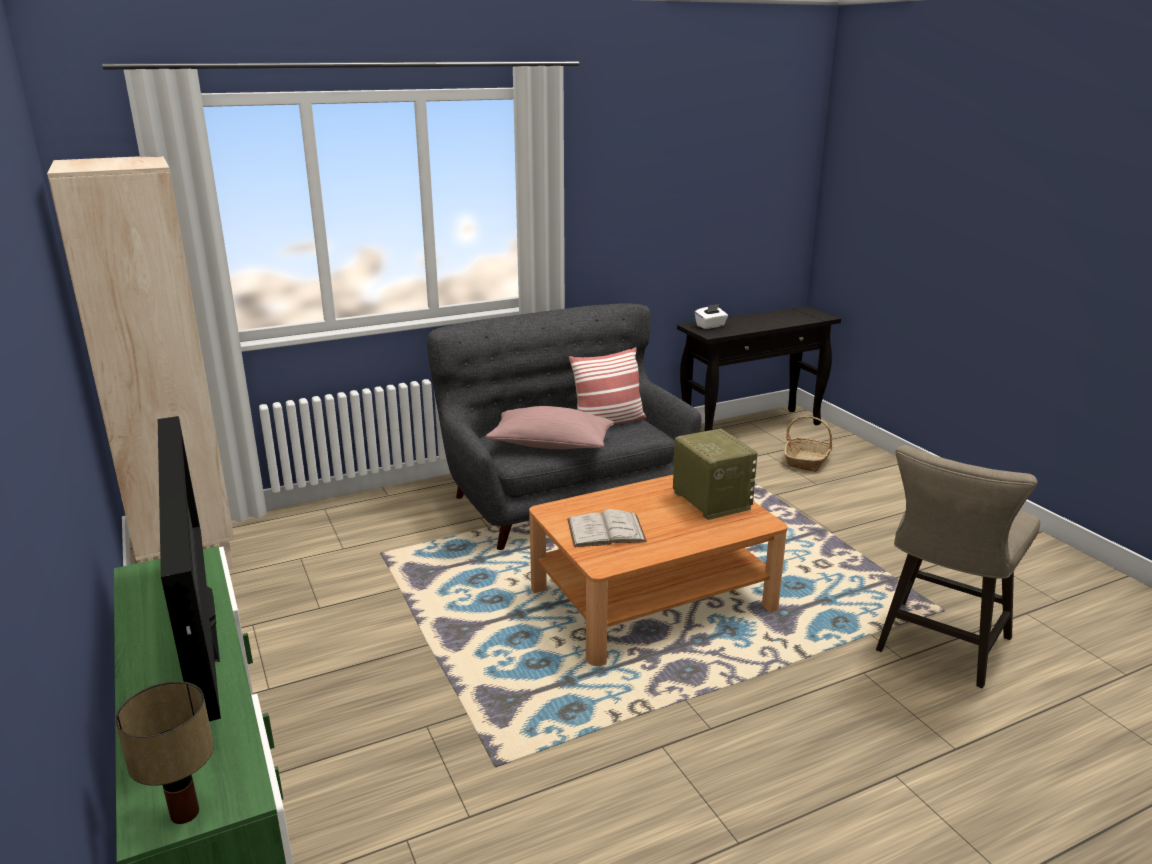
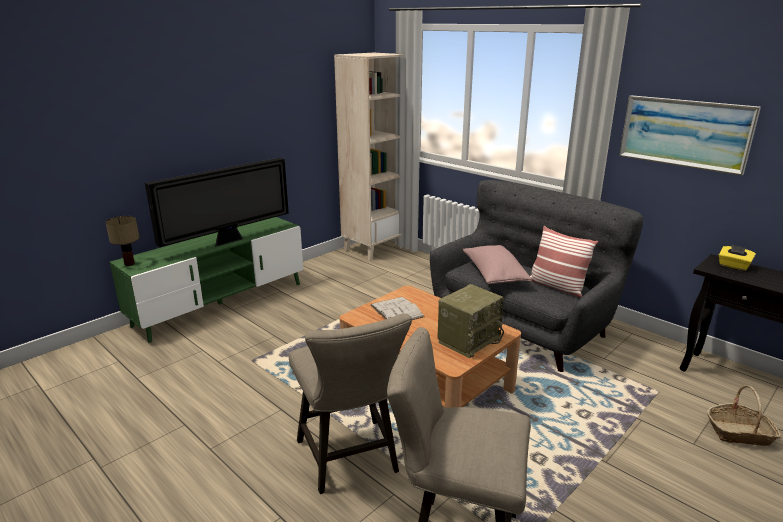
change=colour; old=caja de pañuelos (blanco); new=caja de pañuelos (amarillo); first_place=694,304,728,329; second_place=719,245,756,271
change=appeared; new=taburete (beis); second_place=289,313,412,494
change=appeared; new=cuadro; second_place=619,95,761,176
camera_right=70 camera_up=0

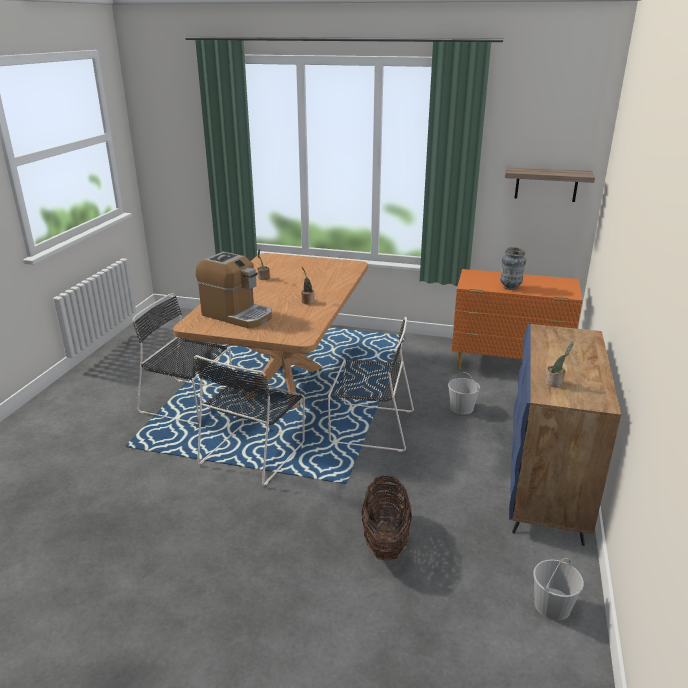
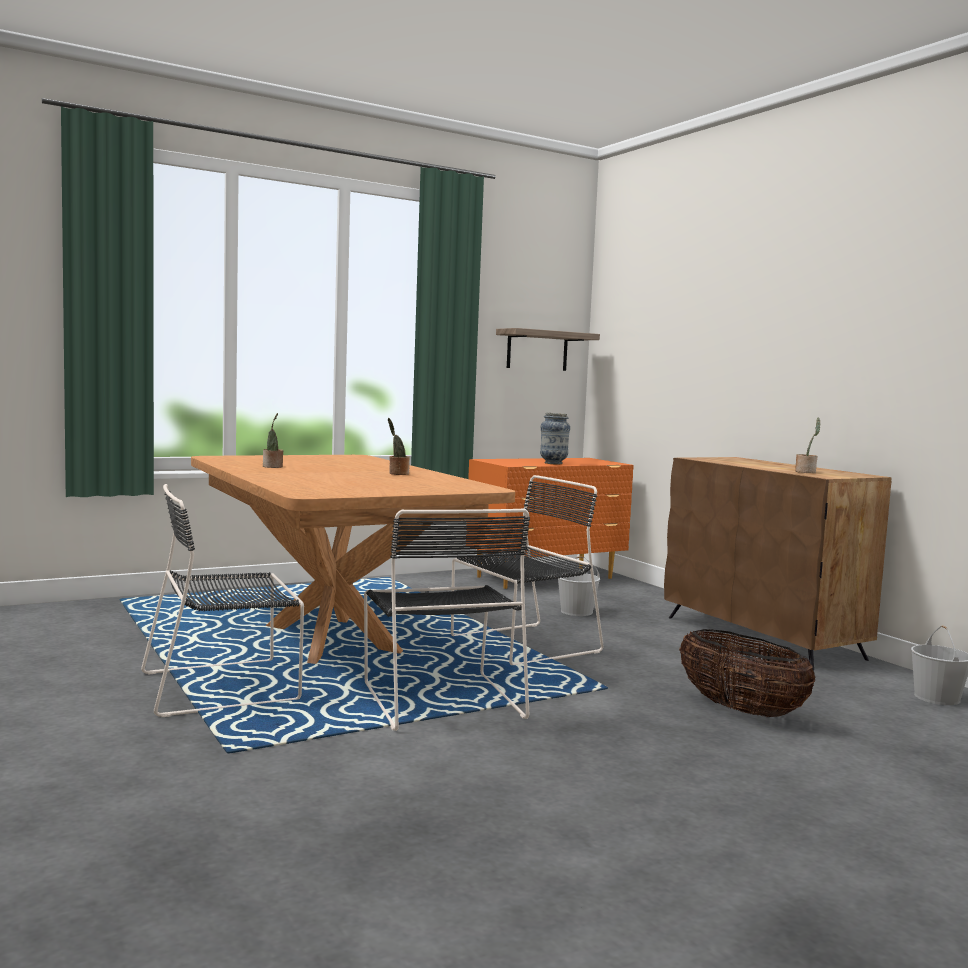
change=missing; old=cafetera; first_place=196,252,272,328
change=colour; old=armario (azul); new=armario (marrón); first_place=509,324,621,546; second_place=664,457,892,671
camera_right=-45 camera_up=-20

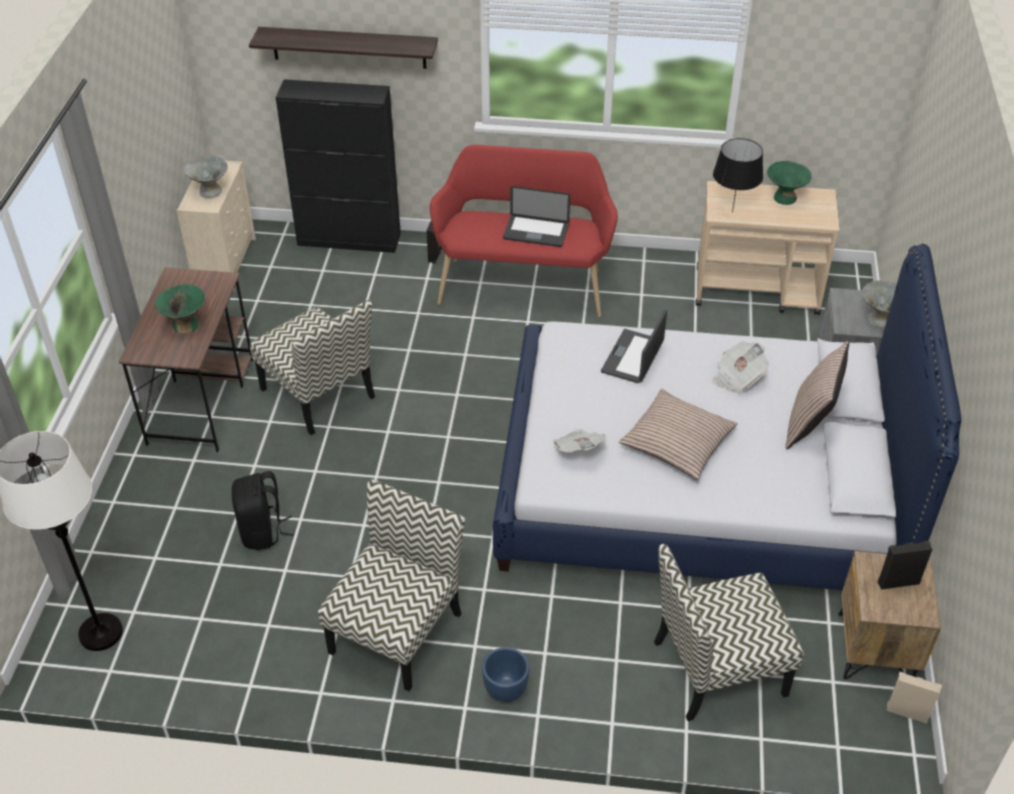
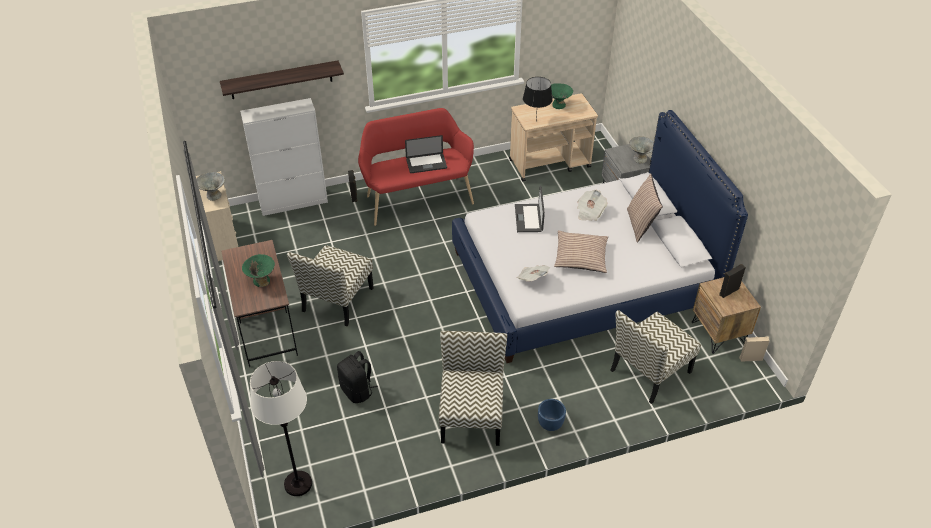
change=spun; old=silla; first_place=250,300,375,435; second_place=287,245,373,326; degrees=90
change=colour; old=armario (negro); new=armario (blanco); first_place=275,79,401,253; second_place=240,98,328,216
camera_right=-25 camera_up=0

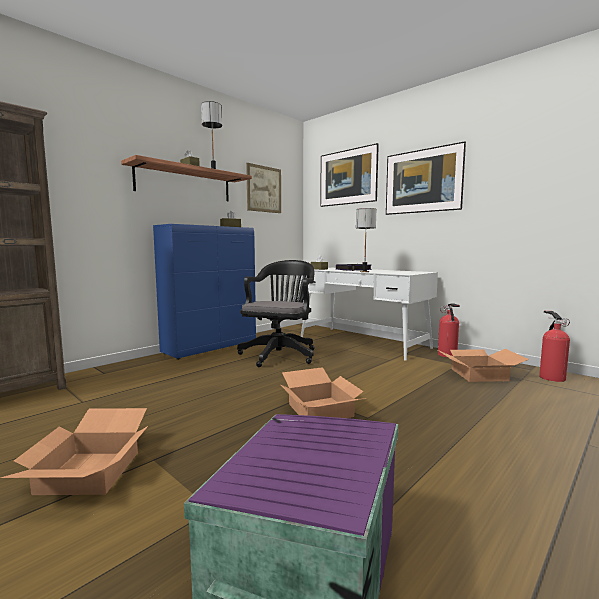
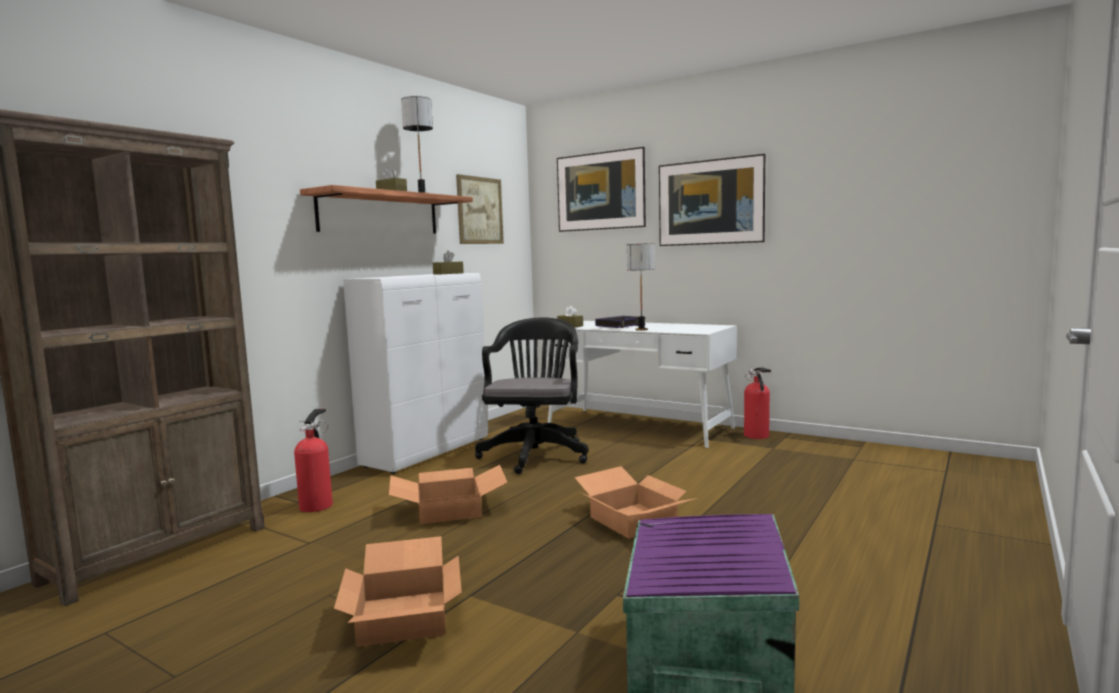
change=colour; old=armario (azul); new=armario (blanco); first_place=153,224,256,360; second_place=343,273,488,474
change=relocated; old=caja de cartón; first_place=436,349,529,382; second_place=389,465,508,524
change=relocated; old=extintor; first_place=539,311,570,382; second_place=294,409,333,512
camera_right=-10 camera_up=0

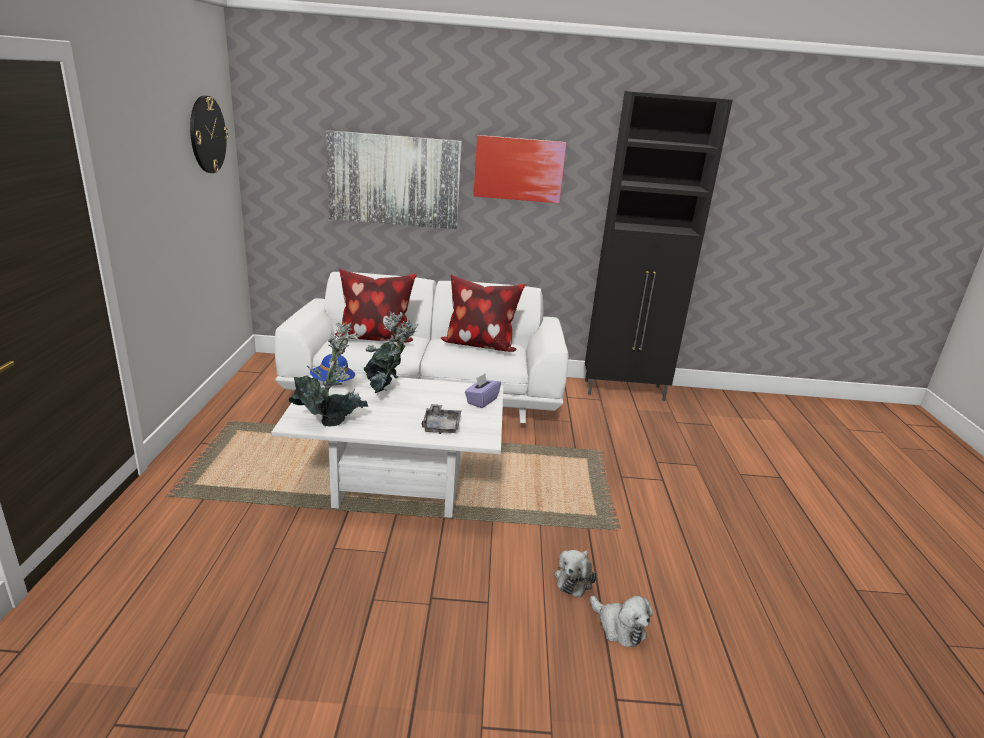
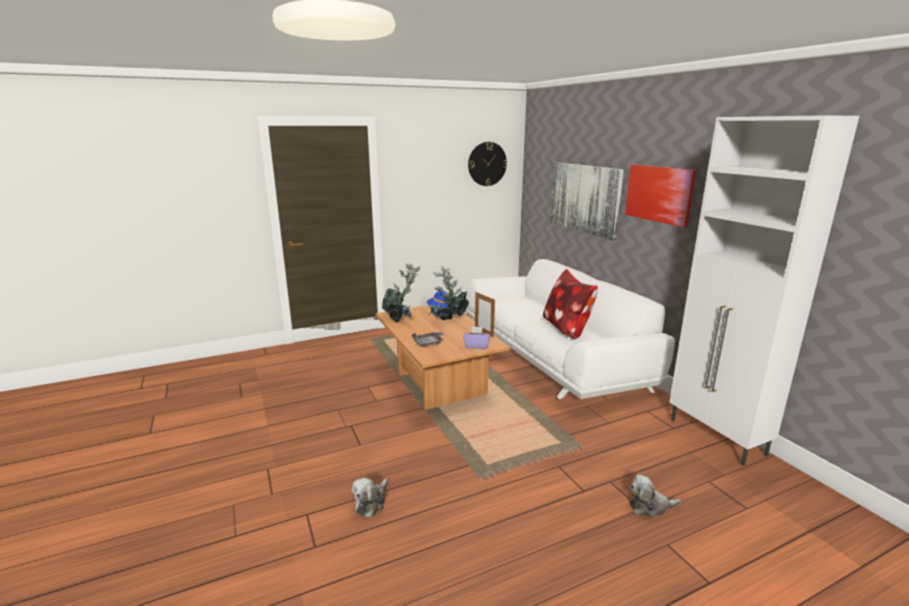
change=colour; old=mesa de centro (blanco); new=mesa de centro (marrón); first_place=272,374,503,518; second_place=376,305,510,410
change=missing; old=cojín; first_place=335,269,417,342
change=relocated; old=peluche; first_place=554,550,597,598; second_place=629,475,681,518
change=colour; old=armario (negro); new=armario (blanco); first_place=585,91,733,401; second_place=669,115,859,466
change=appeared; new=portarretratos; second_place=475,292,495,338
camera_right=65 camera_up=-5

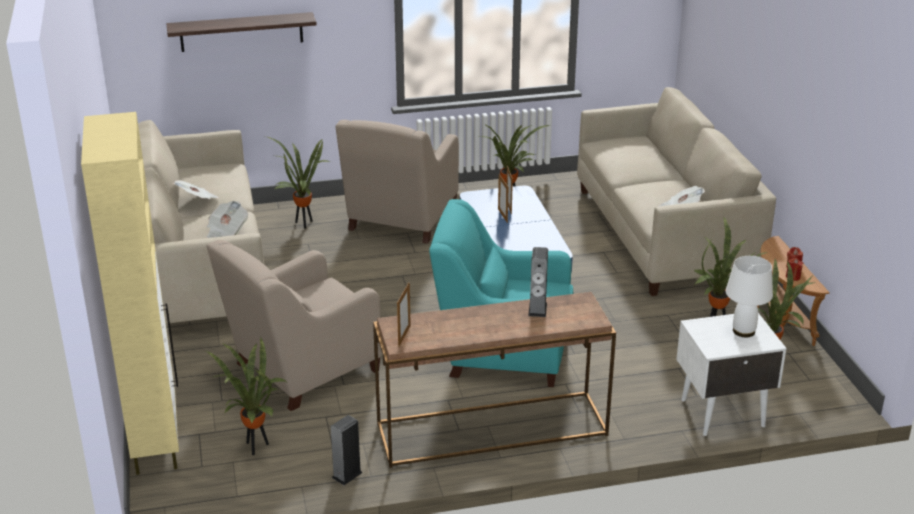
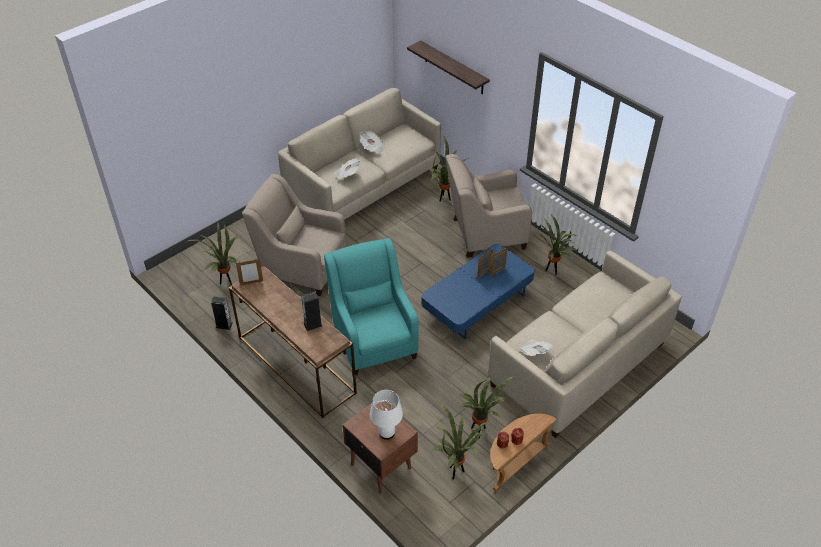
change=missing; old=armario (beis); first_place=81,112,179,475
change=colour; old=mesita de noche (blanco); new=mesita de noche (marrón); first_place=676,313,787,436; second_place=343,402,418,493
camera_right=60 camera_up=15

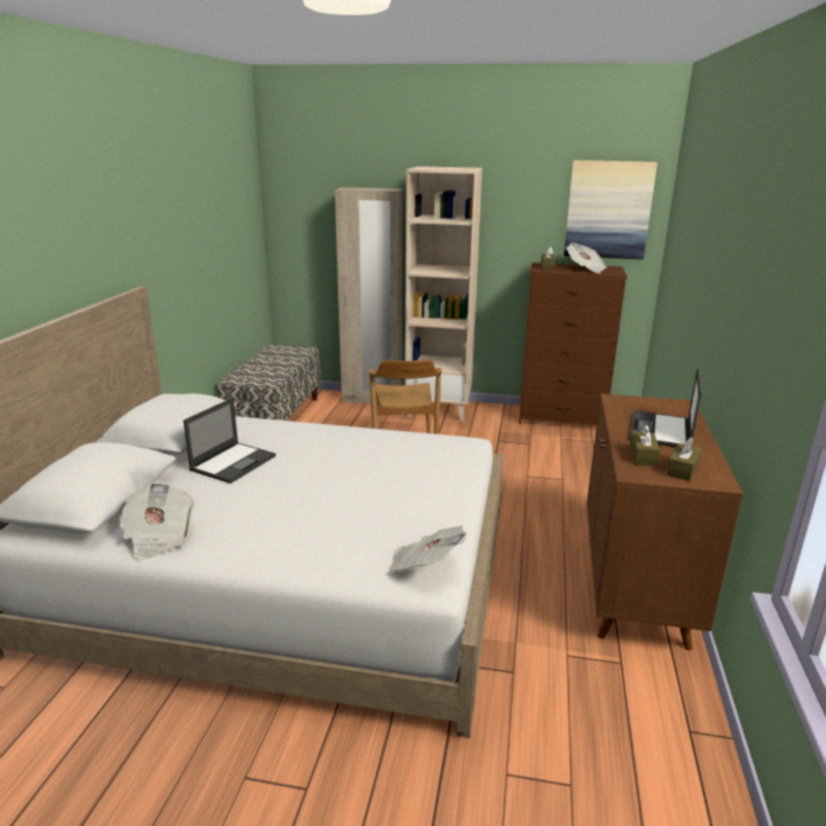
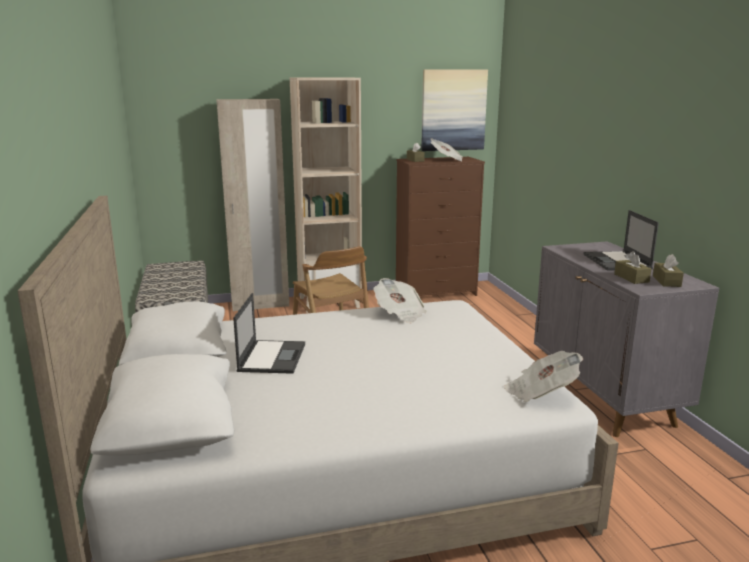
change=relocated; old=periódico; first_place=118,482,194,560; second_place=373,278,427,323
change=colour; old=armario (marrón); new=armario (gris); first_place=587,394,743,650; second_place=534,241,719,437
camera_right=-25 camera_up=-5

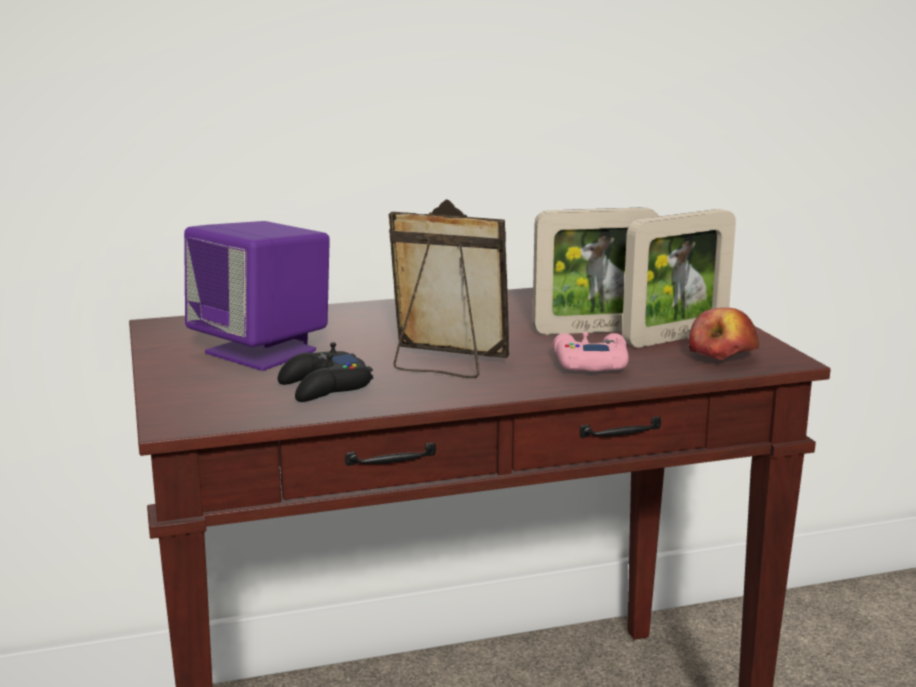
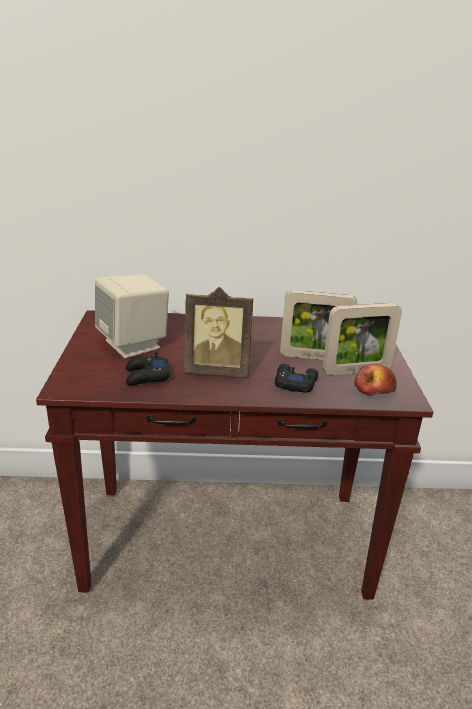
change=colour; old=altavoz (morado); new=altavoz (beis); first_place=184,221,330,371; second_place=95,275,169,358
change=spun; old=portarretratos; first_place=389,199,509,378; second_place=184,287,253,377; degrees=150
change=colour; old=mando de consola (rosa); new=mando de consola (negro); first_place=553,332,629,372; second_place=275,364,318,393
camera_right=15 camera_up=10

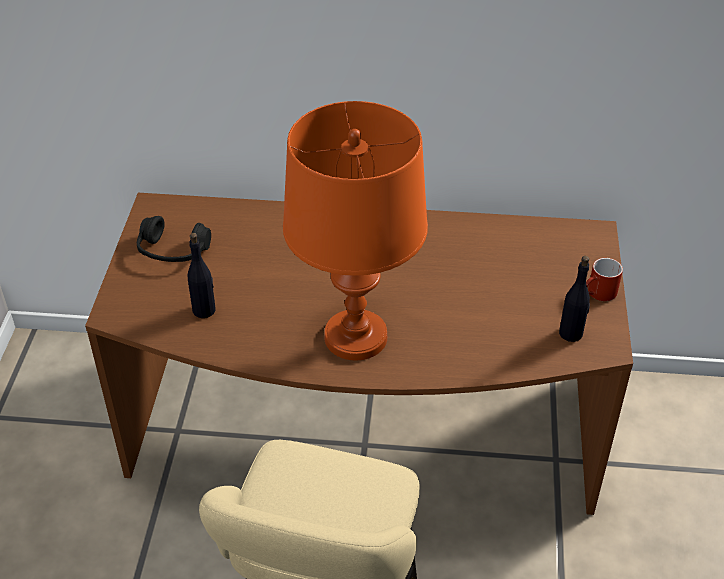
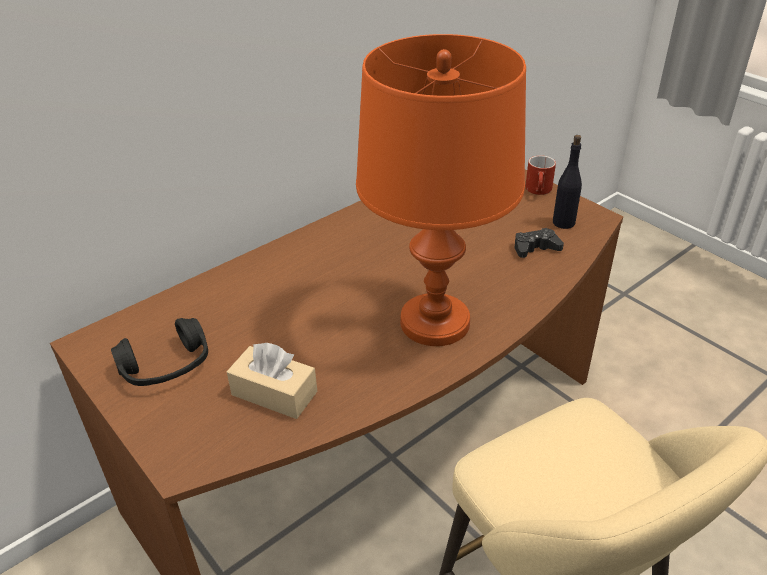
change=exchanged; old=botella (negro); new=caja de pañuelos (beis); first_place=188,233,216,318; second_place=227,343,317,419
change=appeared; new=mando de consola (negro); second_place=514,228,564,258
camera_right=-45 camera_up=-5

